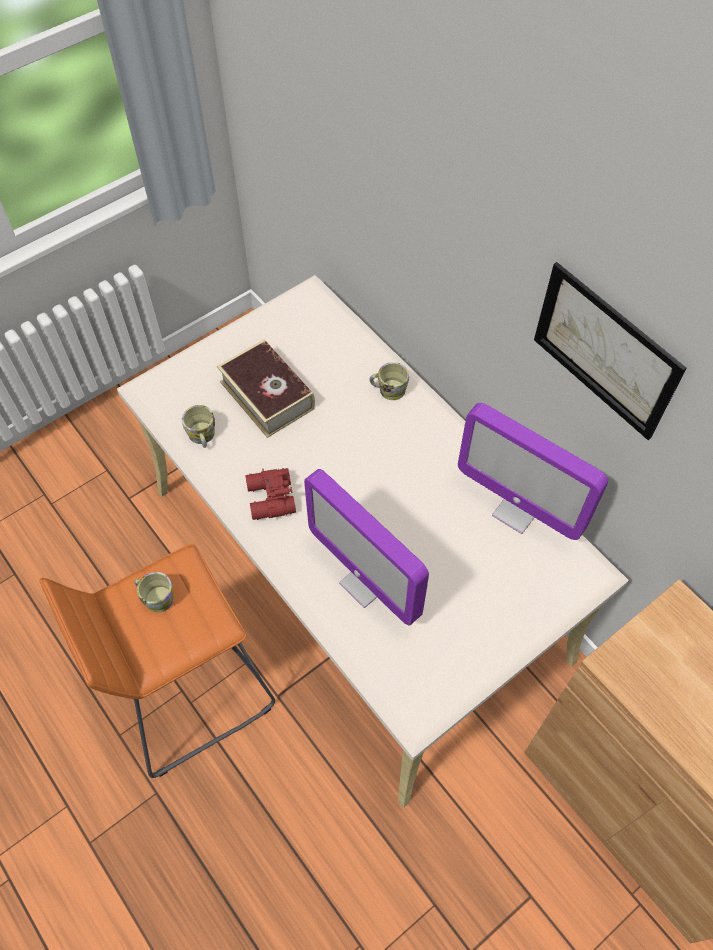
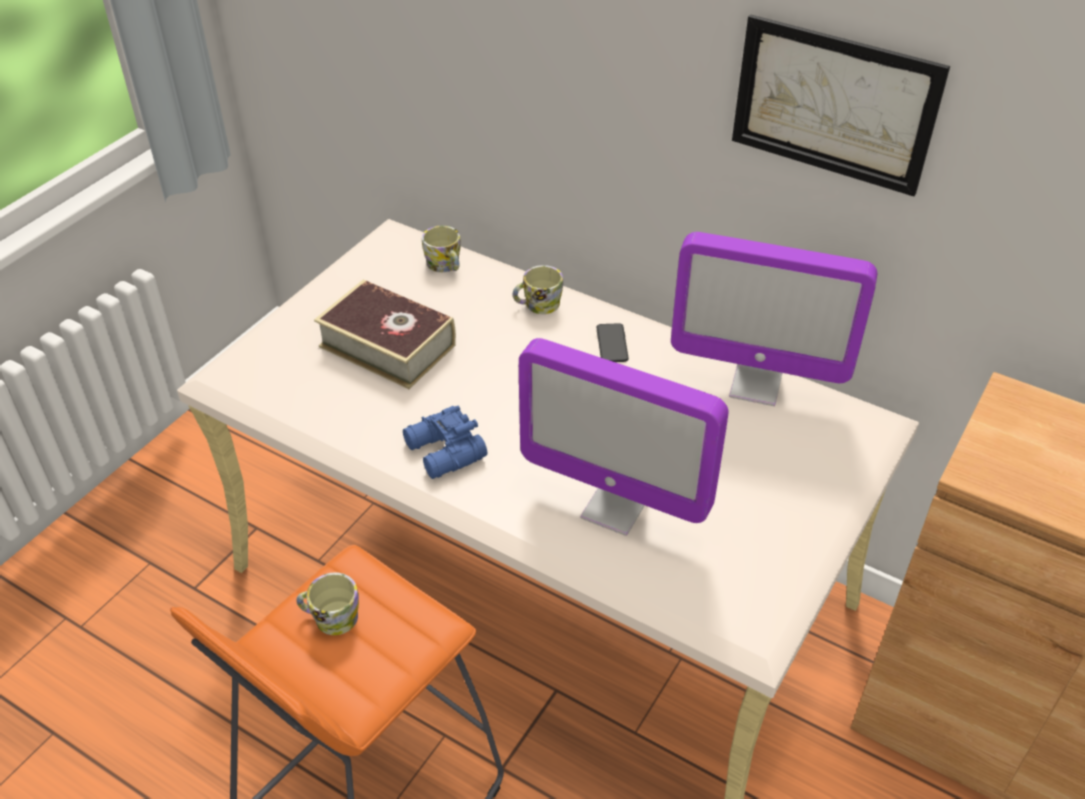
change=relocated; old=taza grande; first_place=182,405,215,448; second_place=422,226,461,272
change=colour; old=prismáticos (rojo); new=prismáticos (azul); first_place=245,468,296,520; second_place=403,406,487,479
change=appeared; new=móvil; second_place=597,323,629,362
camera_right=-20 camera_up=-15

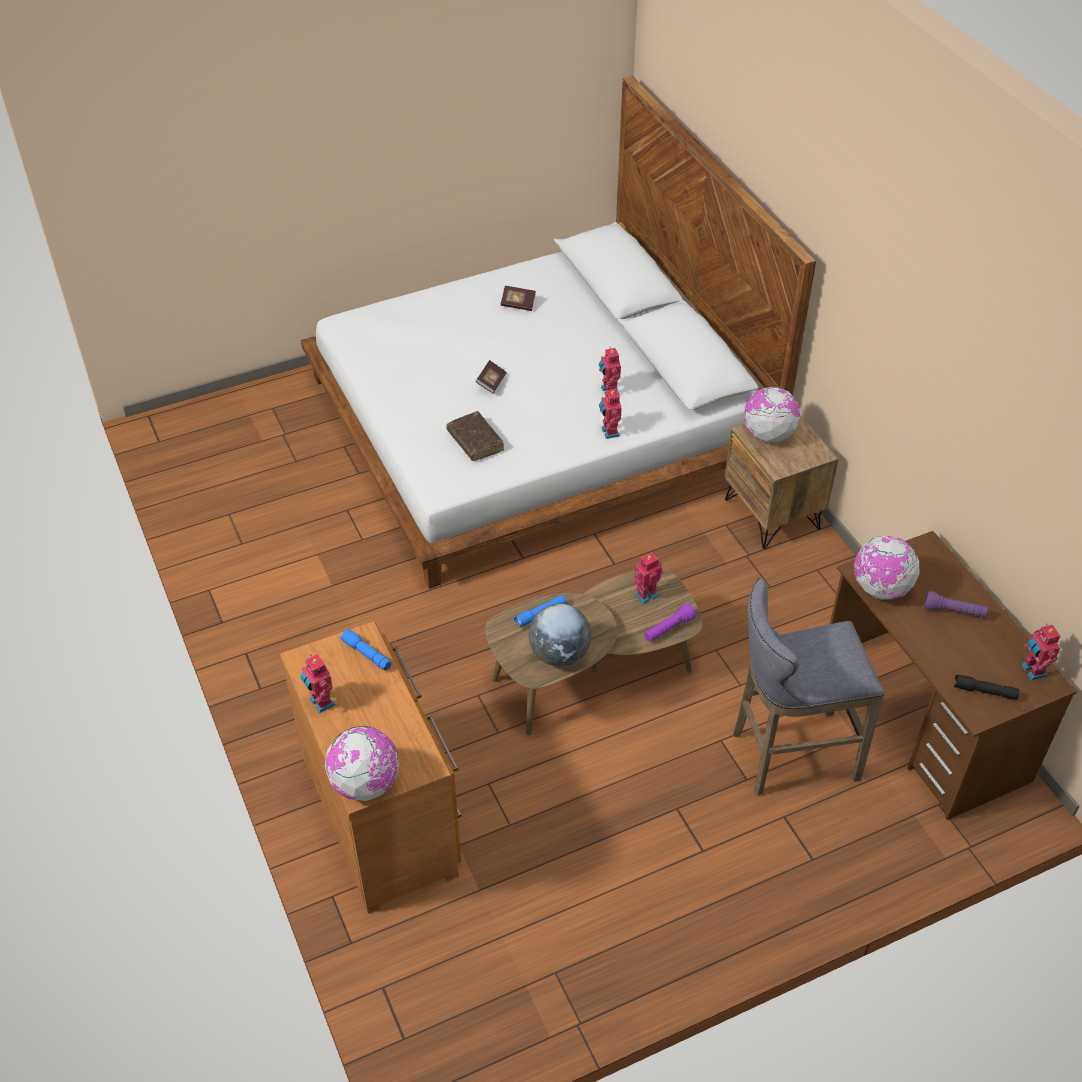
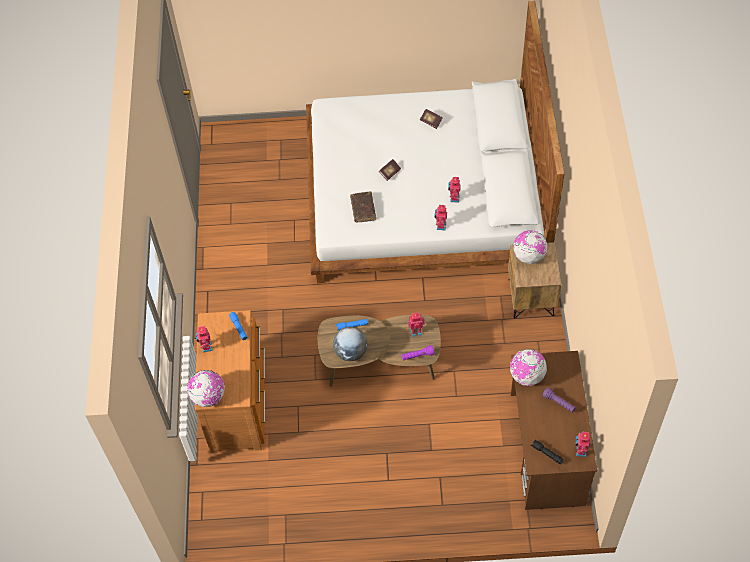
change=missing; old=taburete (gris); first_place=733,578,885,796
camera_right=25 camera_up=10

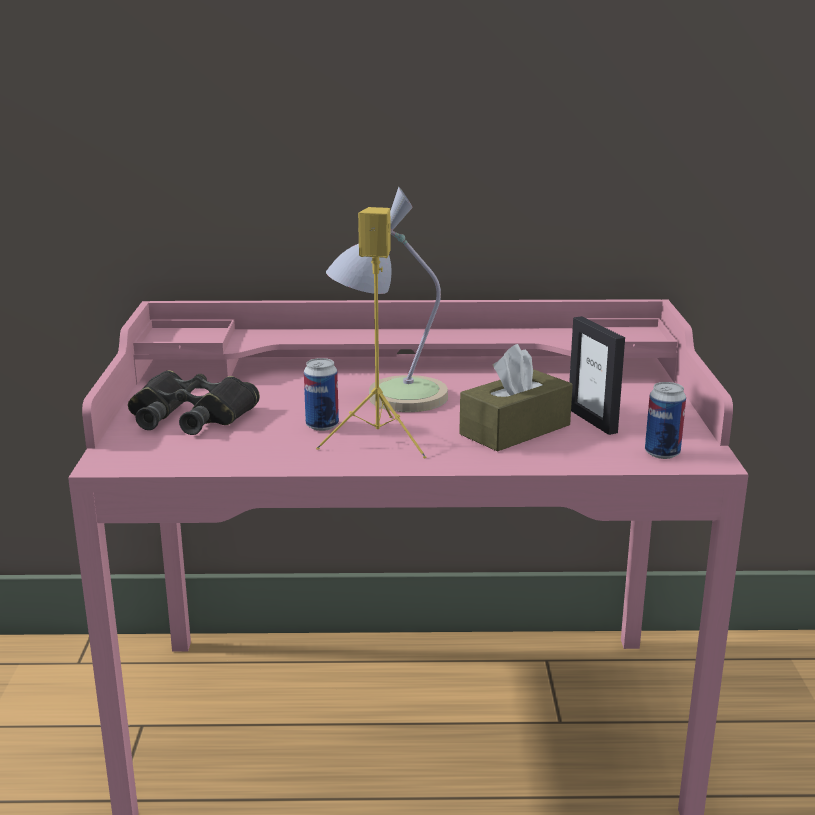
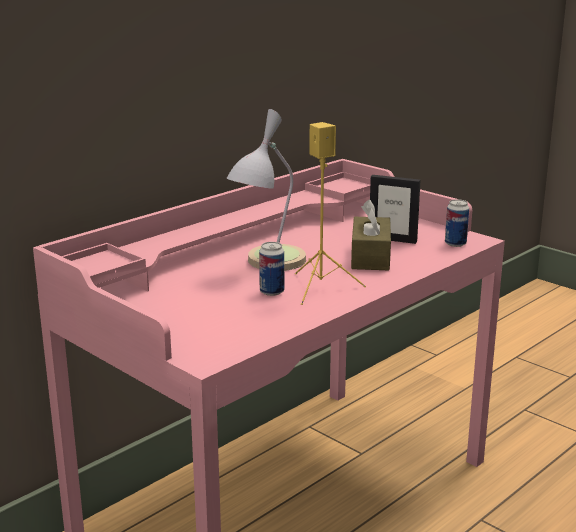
change=missing; old=prismáticos (negro); first_place=128,370,260,435
camera_right=-45 camera_up=0

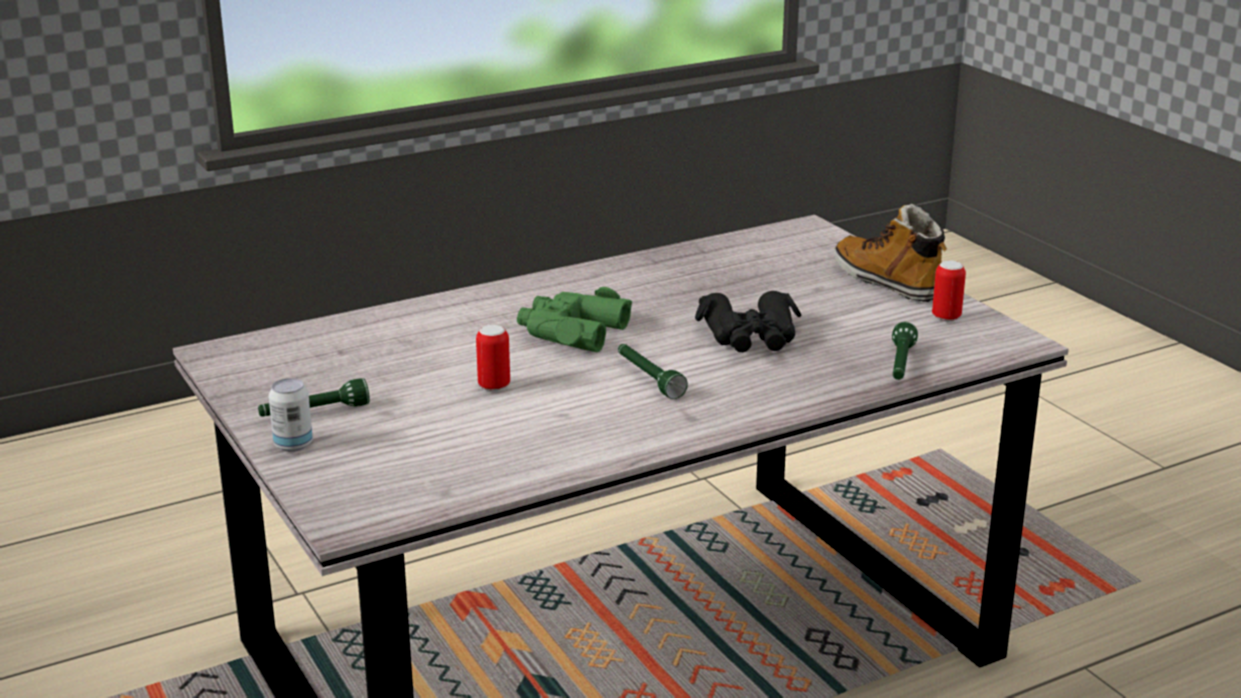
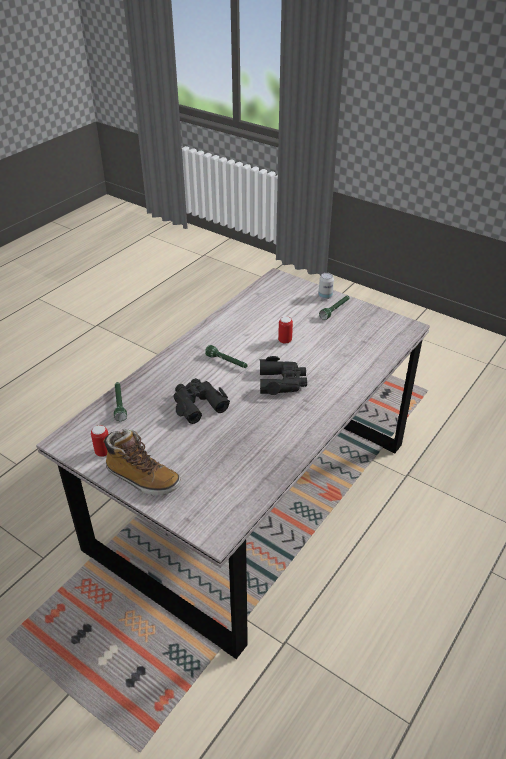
change=colour; old=prismáticos (verde); new=prismáticos (negro); first_place=517,287,632,352; second_place=260,356,307,395
camera_right=155 camera_up=15

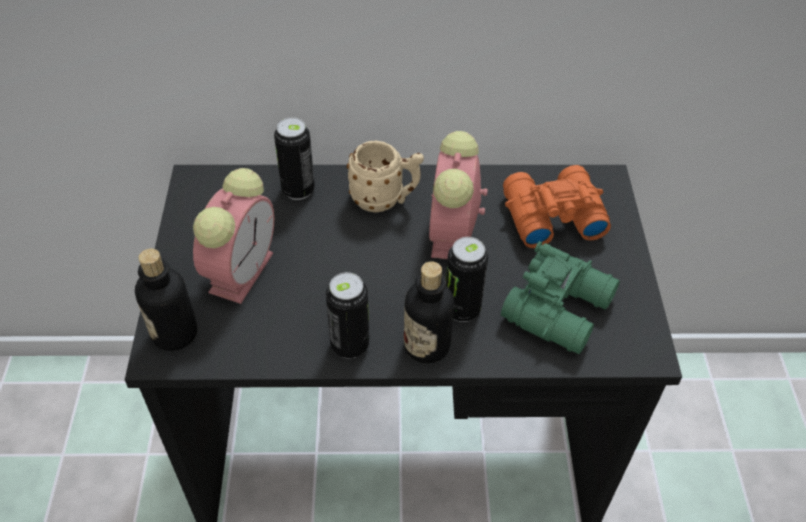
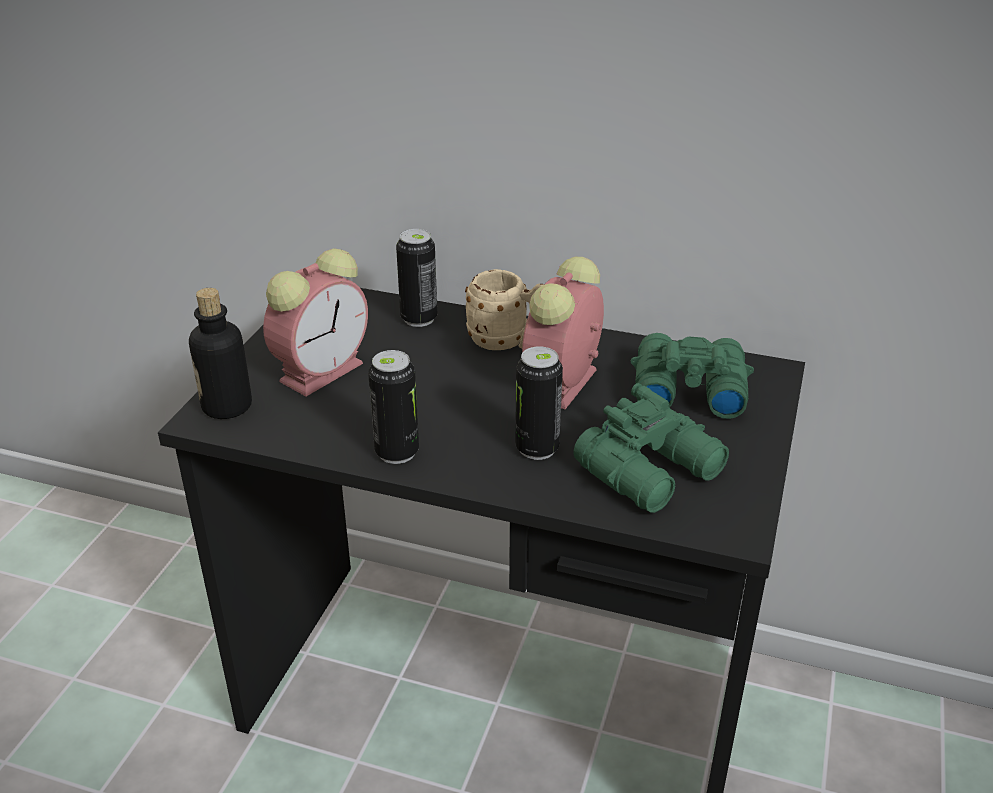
change=missing; old=botella; first_place=404,262,454,363
change=colour; old=prismáticos (naranja); new=prismáticos (verde); first_place=503,165,611,248; second_place=631,333,754,419
camera_right=20 camera_up=-15

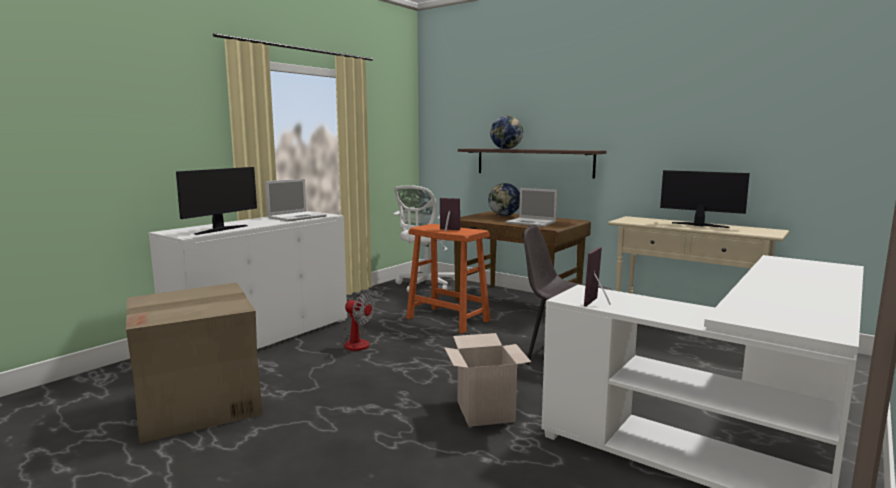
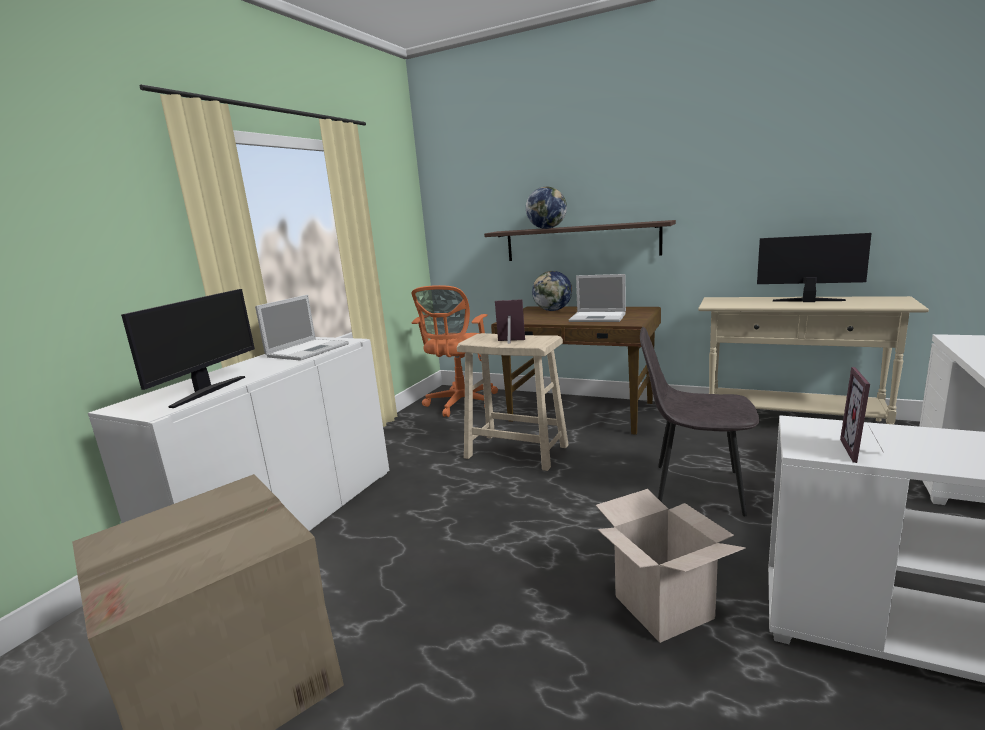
change=missing; old=ventilador; first_place=342,293,375,351
change=colour; old=silla de oficina (blanco); new=silla de oficina (naranja); first_place=393,185,455,292; second_place=411,285,498,417
change=colour; old=taburete (naranja); new=taburete (beis); first_place=406,224,491,334; second_place=457,333,569,471
camera_right=-10 camera_up=5

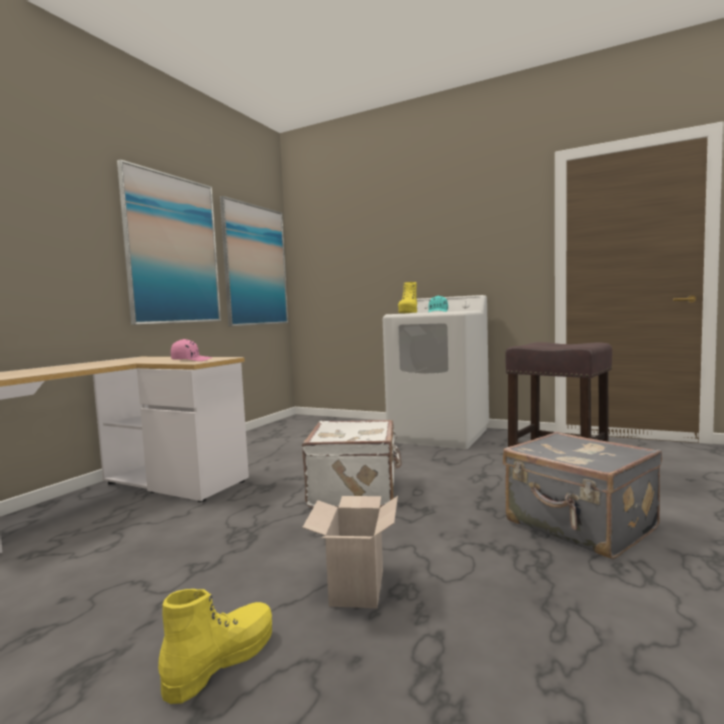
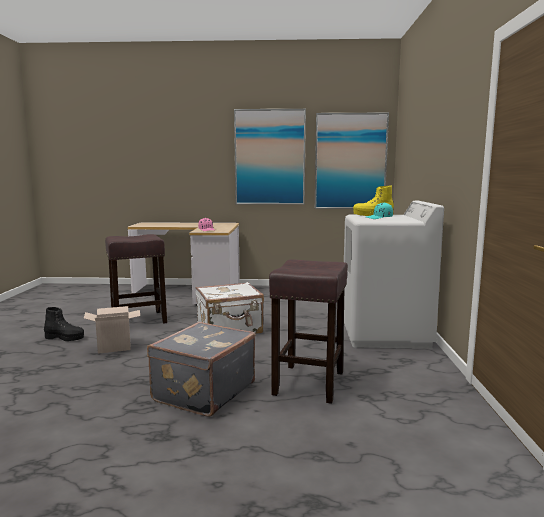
change=colour; old=bota (amarillo); new=bota (negro); first_place=158,589,272,704; second_place=44,307,84,341
change=appeared; new=taburete (marrón); second_place=105,234,167,324
camera_right=65 camera_up=5

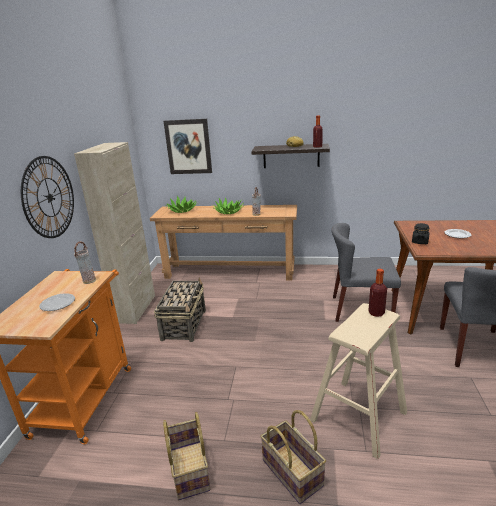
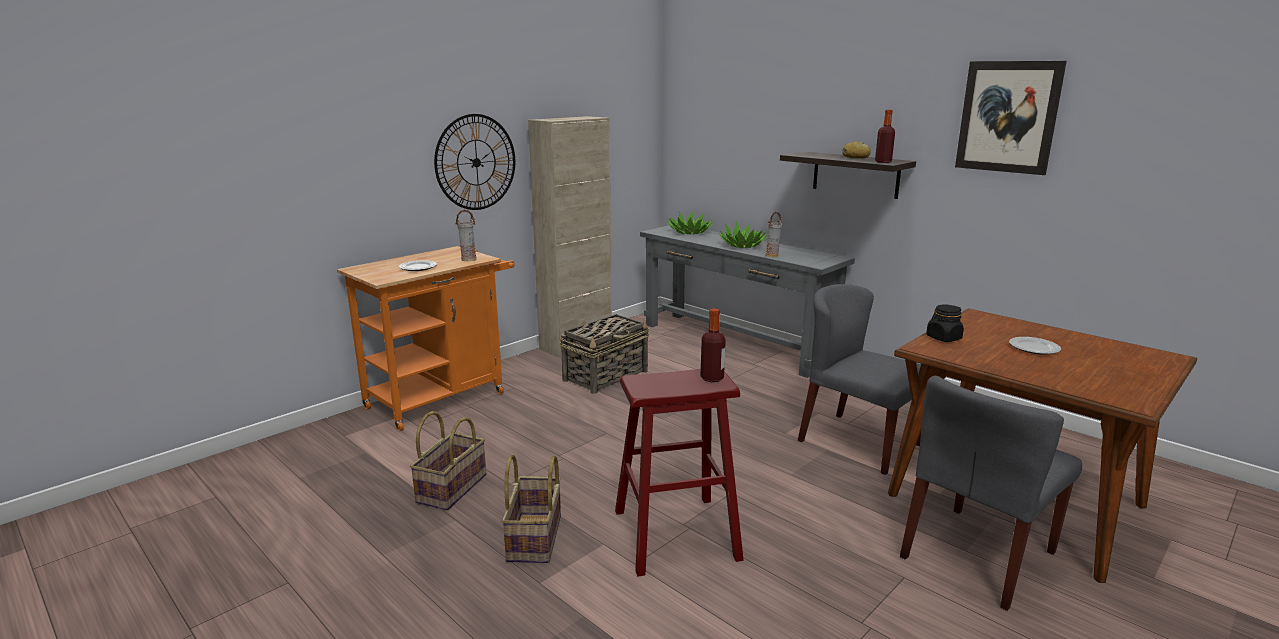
change=colour; old=mesa consola (marrón); new=mesa consola (gris); first_place=150,205,297,281; second_place=640,225,855,378
change=relocated; old=cuadro; first_place=163,119,212,174; second_place=955,61,1067,175
change=colour; old=taburete (beis); new=taburete (rojo); first_place=310,303,407,459; second_place=615,369,744,577
camera_right=35 camera_up=-5

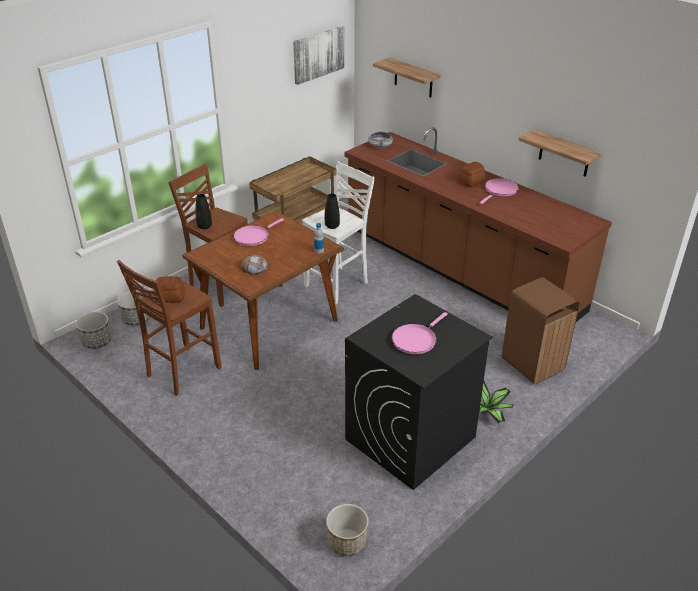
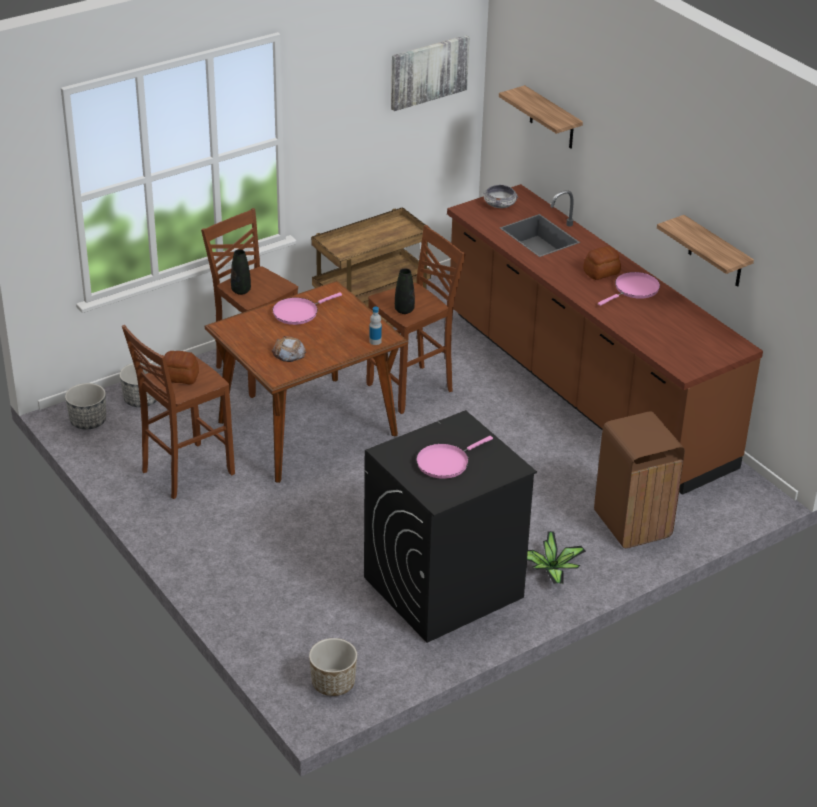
change=colour; old=taburete (blanco); new=taburete (marrón); first_place=302,161,375,304; second_place=367,225,466,414
camera_right=10 camera_up=0

